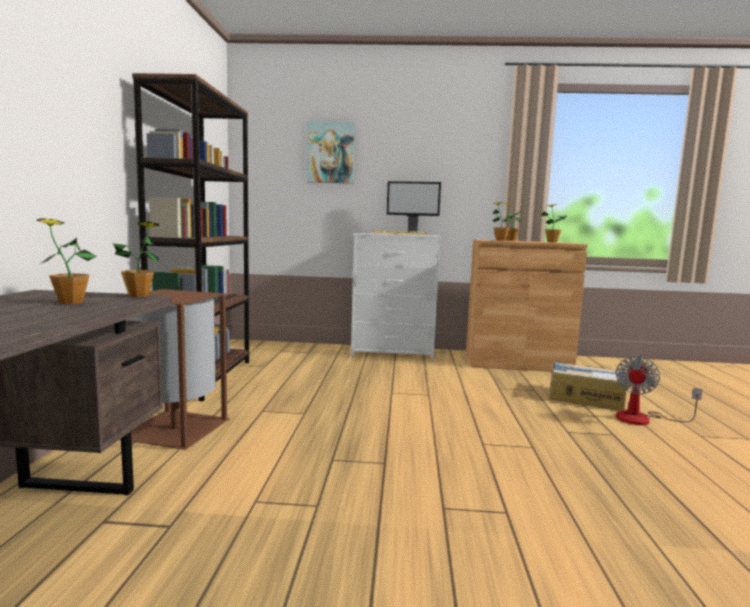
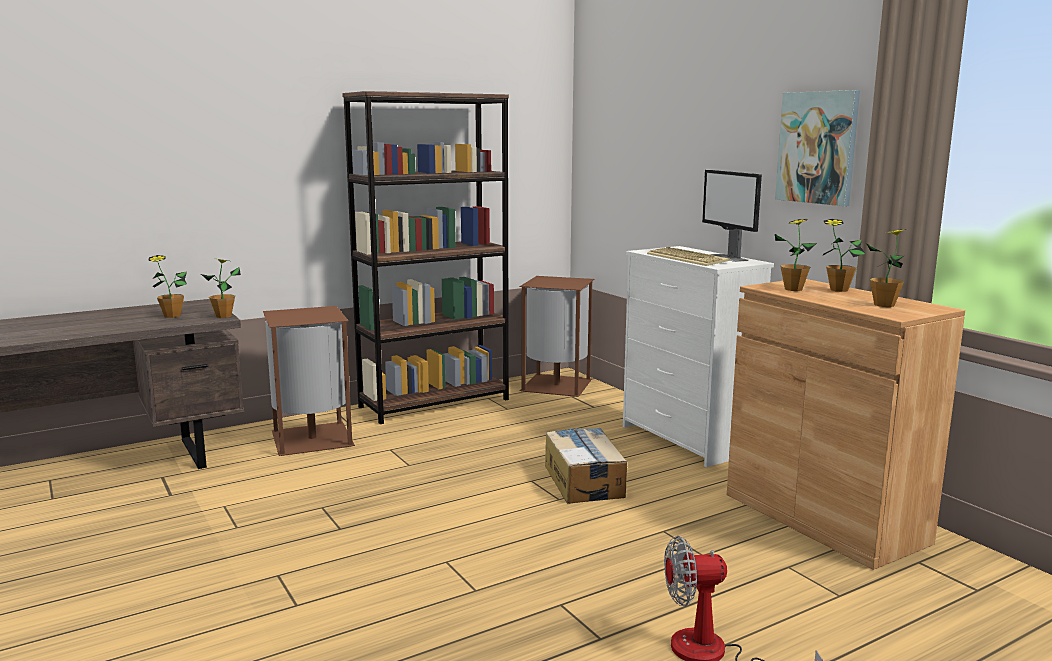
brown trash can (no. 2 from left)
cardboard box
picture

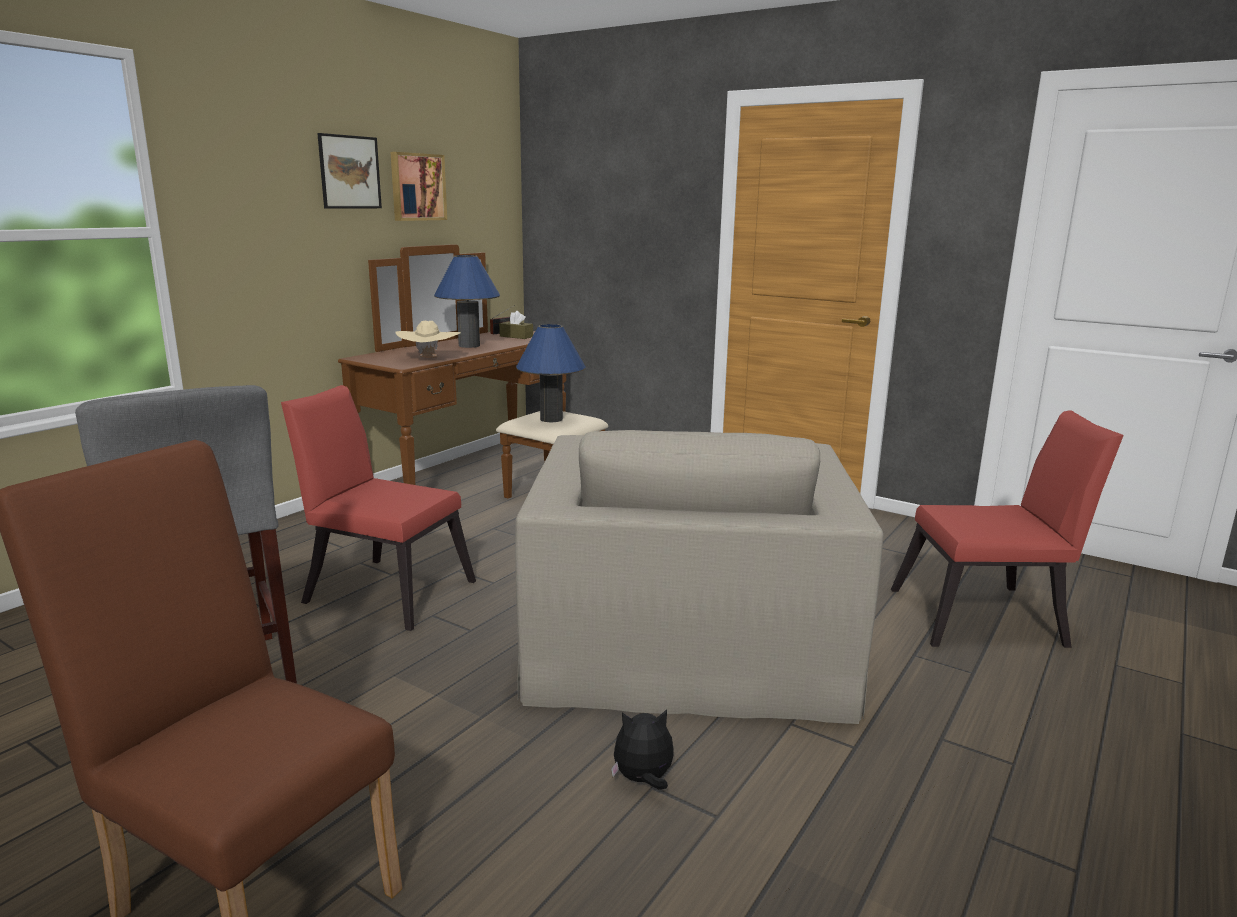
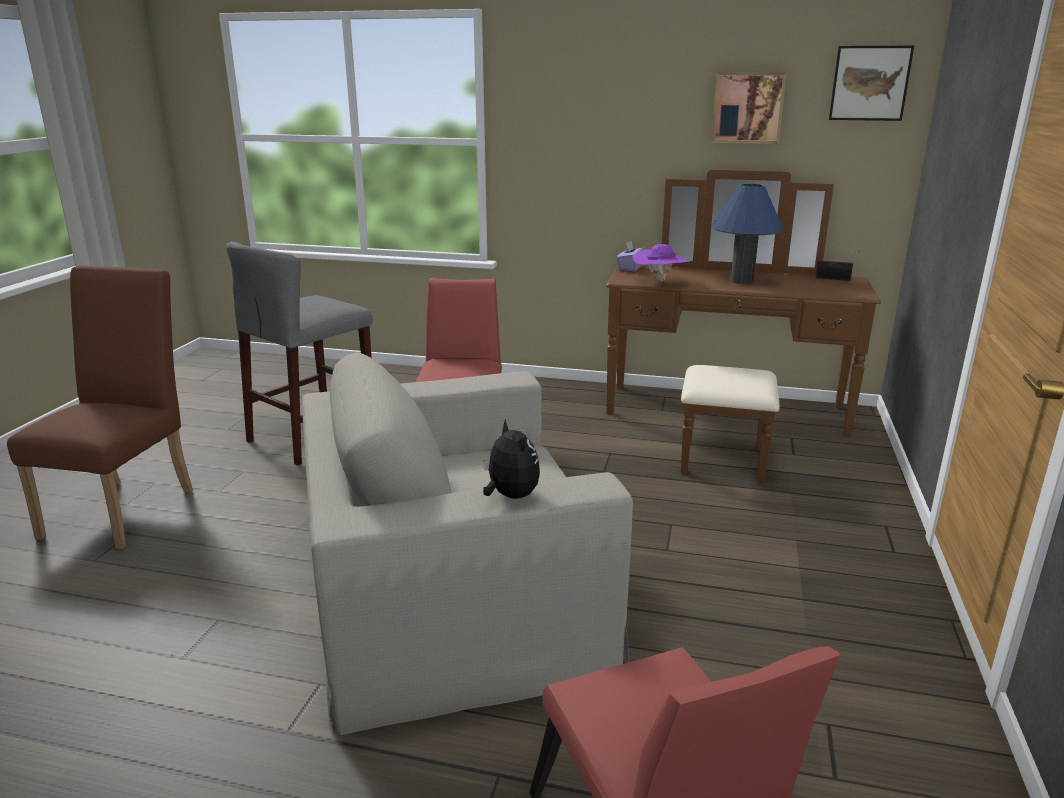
plush toy
purple tissue box
purple hat
picture (no. 2 from left)
brown tissue box
blue table lamp (no. 2 from left in the first image)

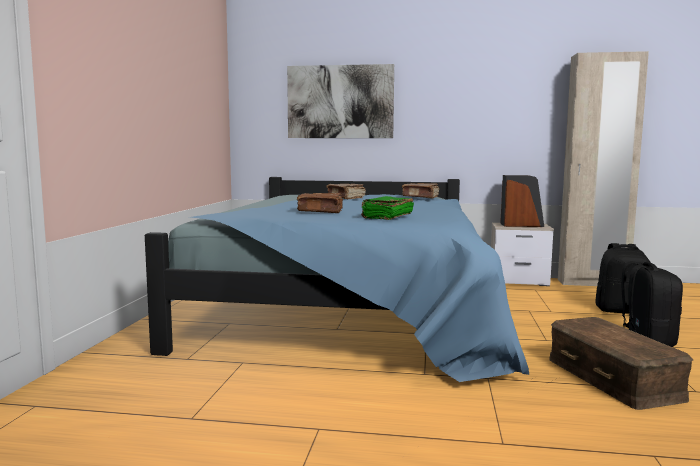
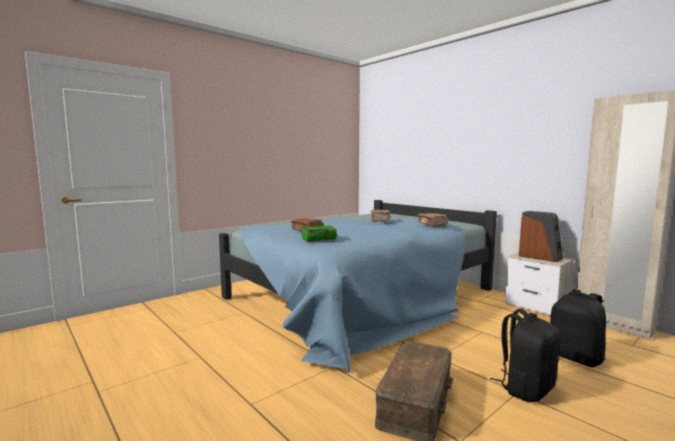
picture

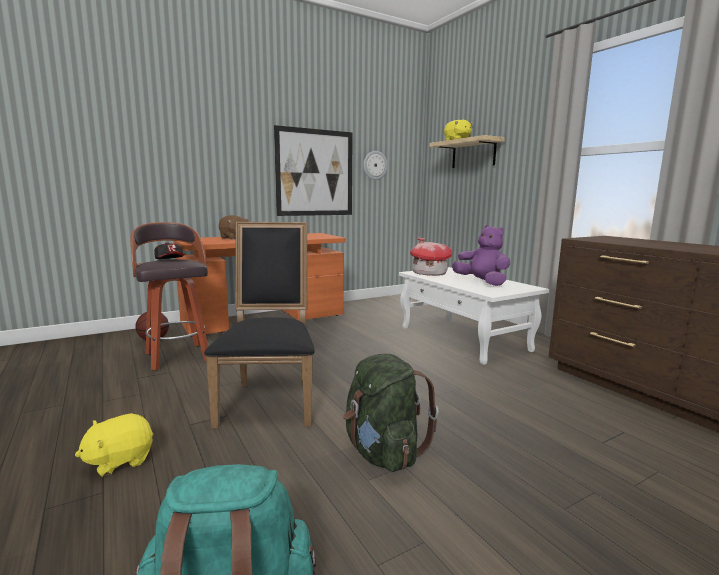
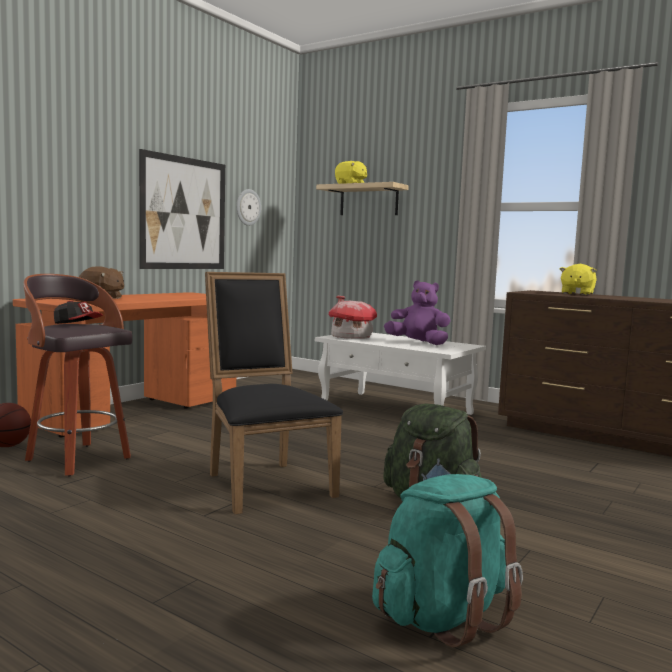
yellow plush toy (no. 2 from left)

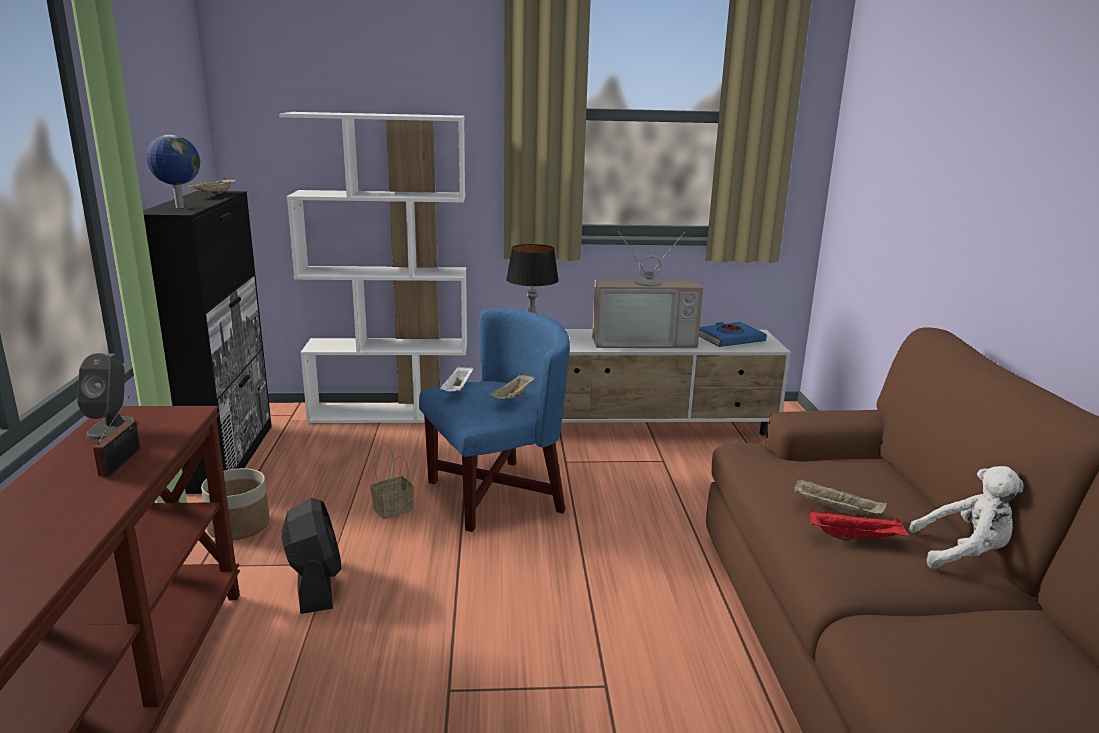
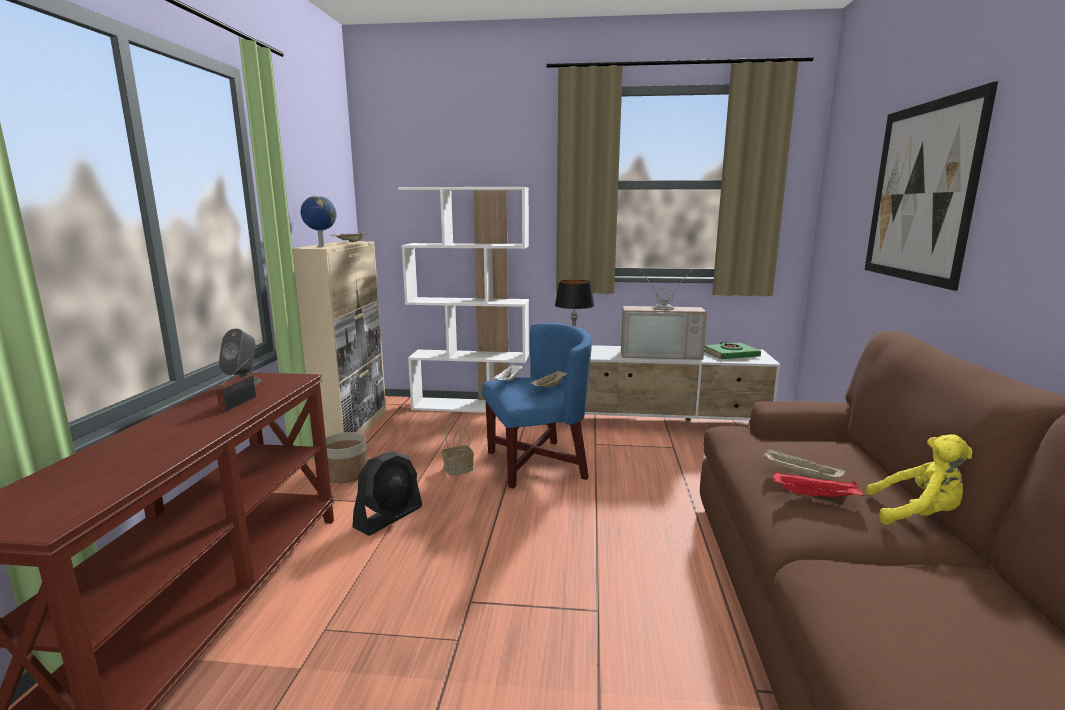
beige cabinet
black fan
green book
picture
yellow plush toy

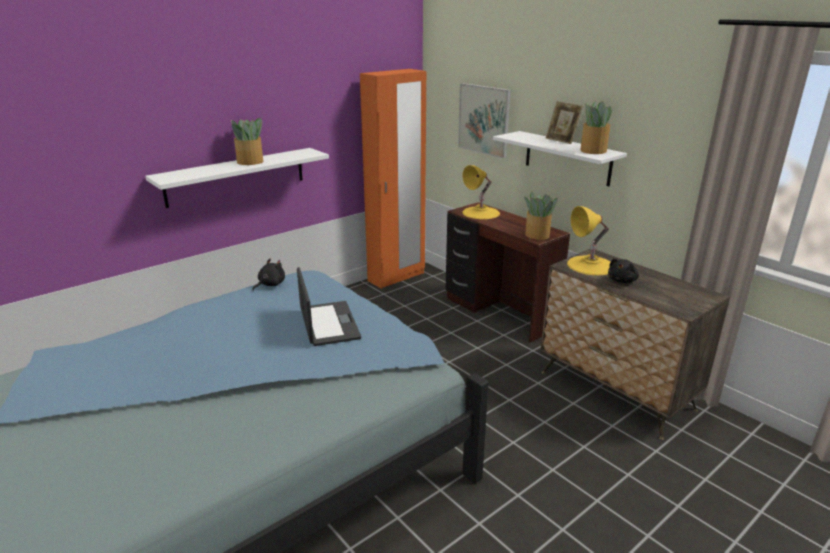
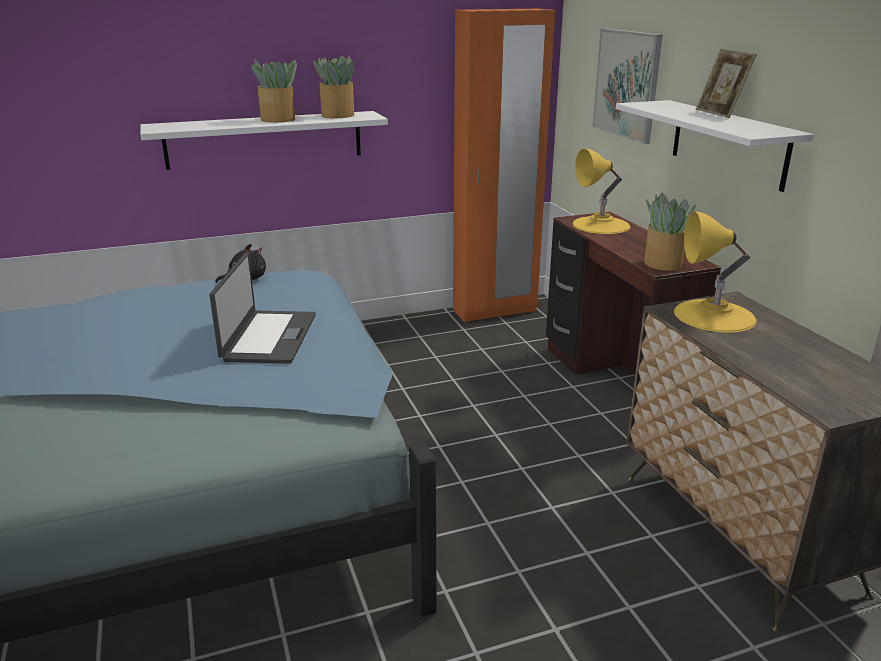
potted plant (no. 2 from left)
black plush toy (no. 2 from left in the first image)

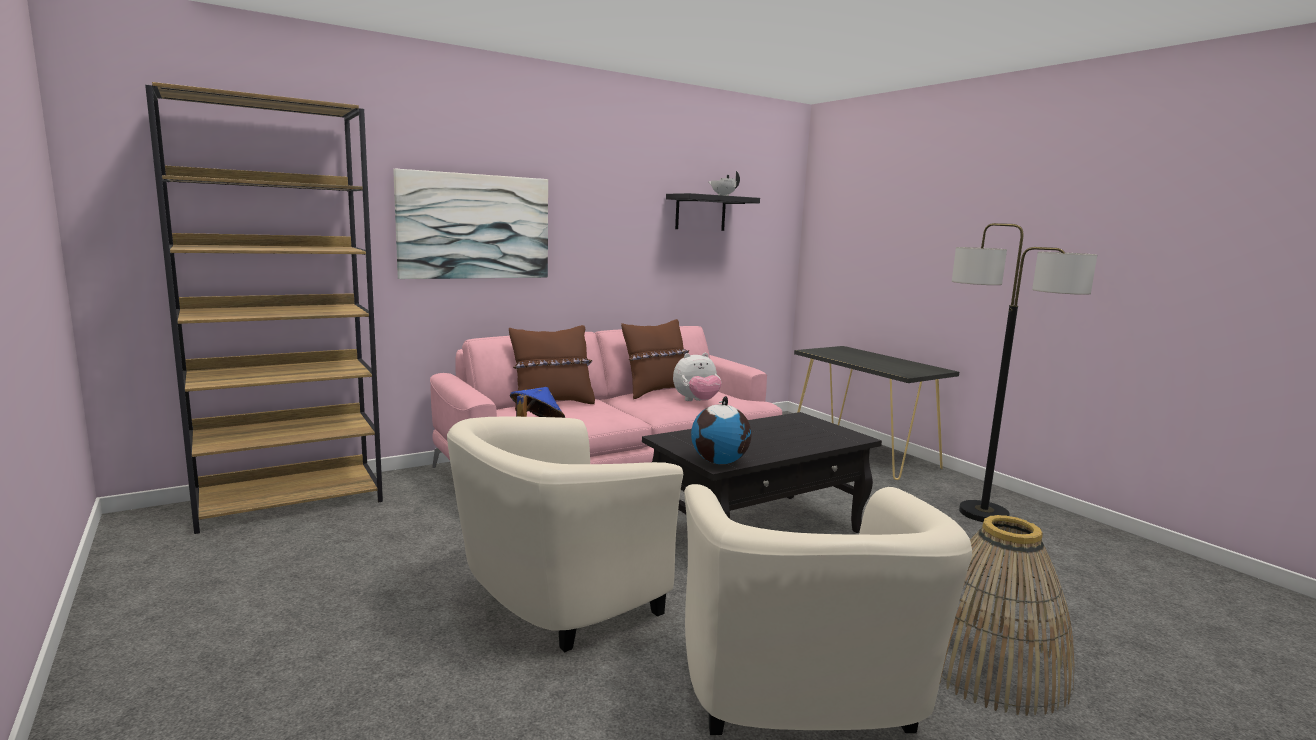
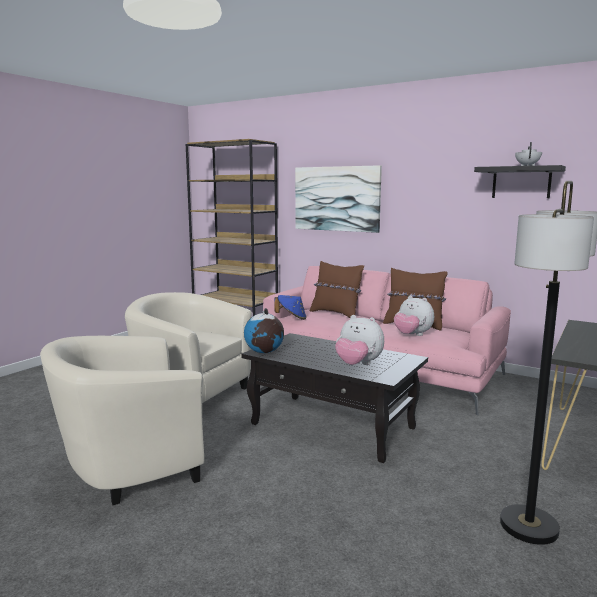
plush toy (no. 1 from left)
basket

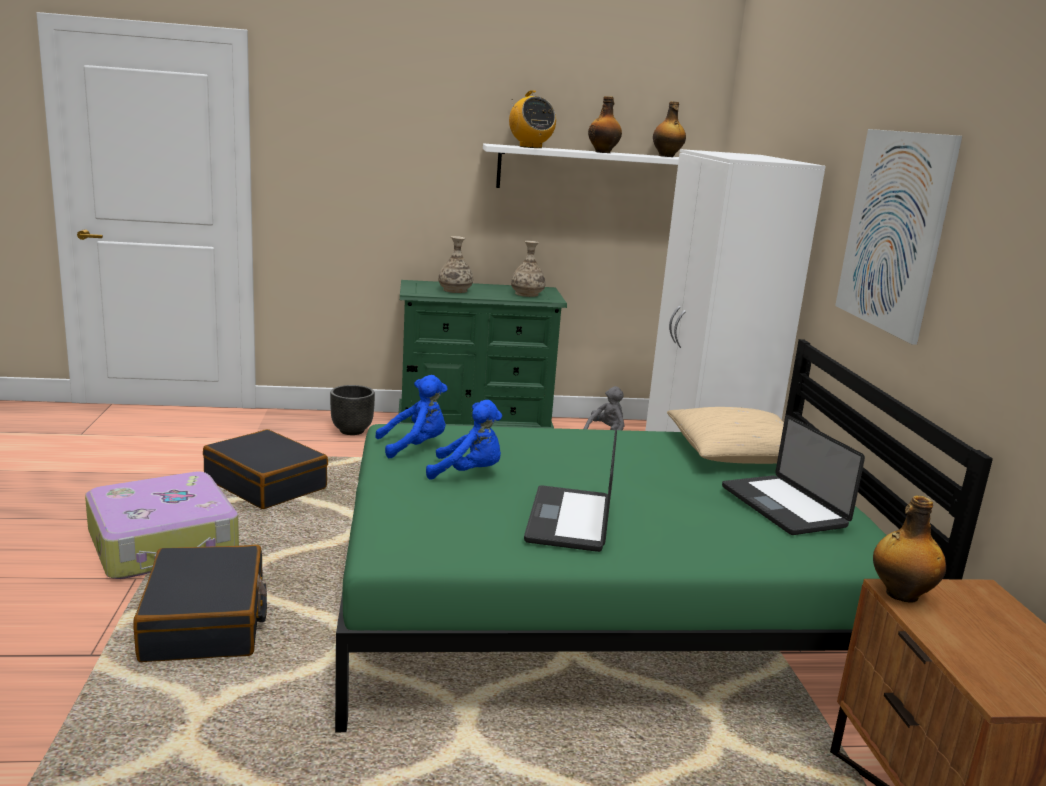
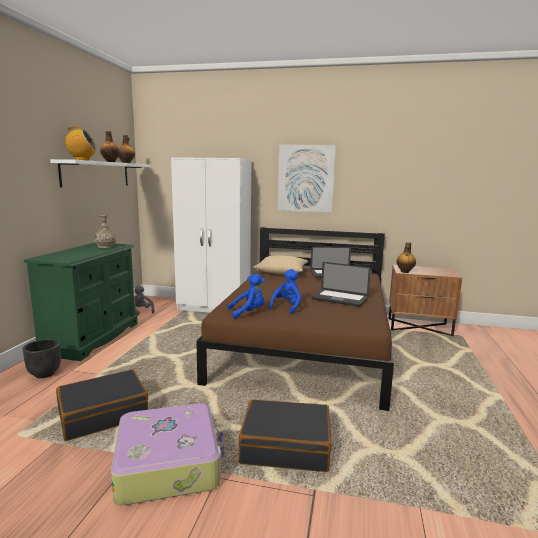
brown bed
blue plush toy (no. 1 from left)
vase (no. 1 from left in the first image)

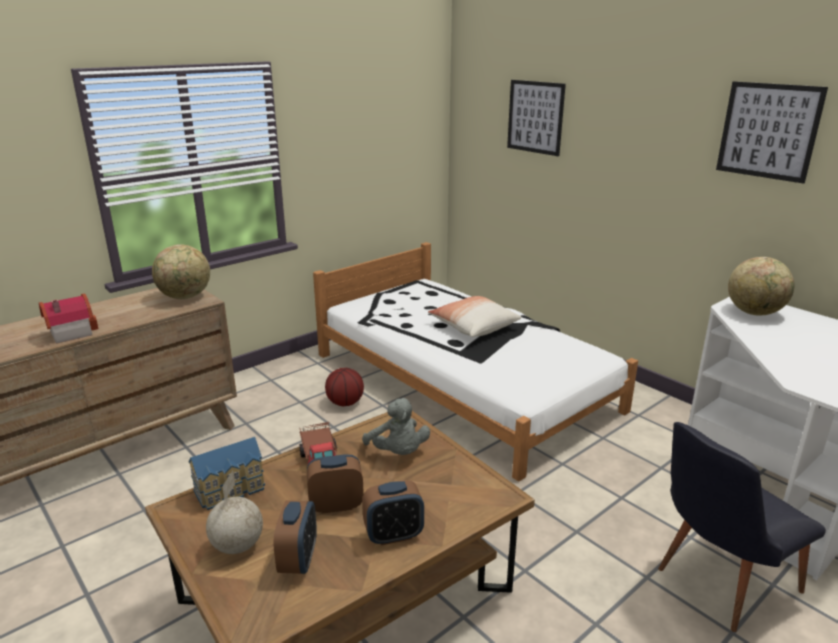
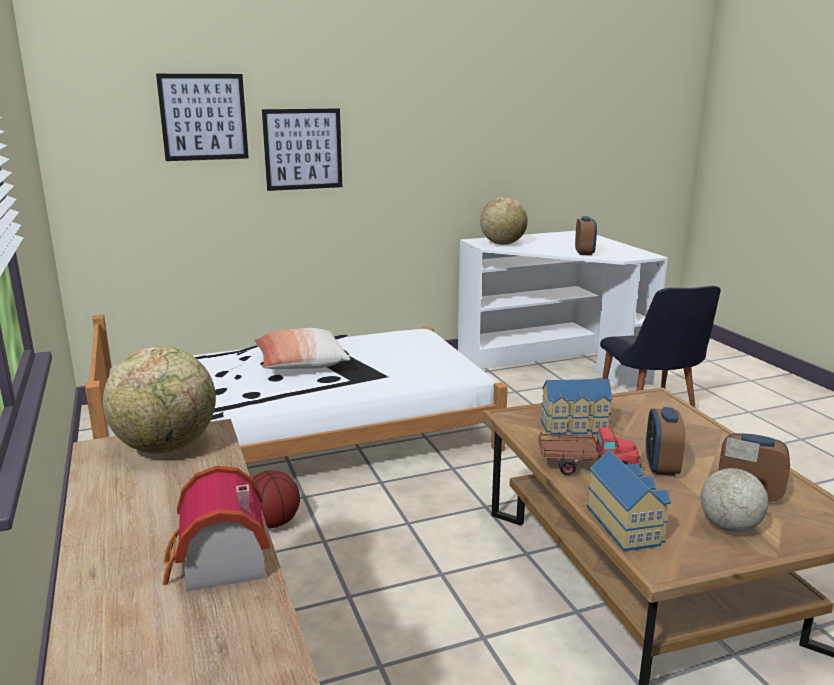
picture (no. 2 from left)
toy house (no. 2 from left)
alarm clock (no. 1 from left)

